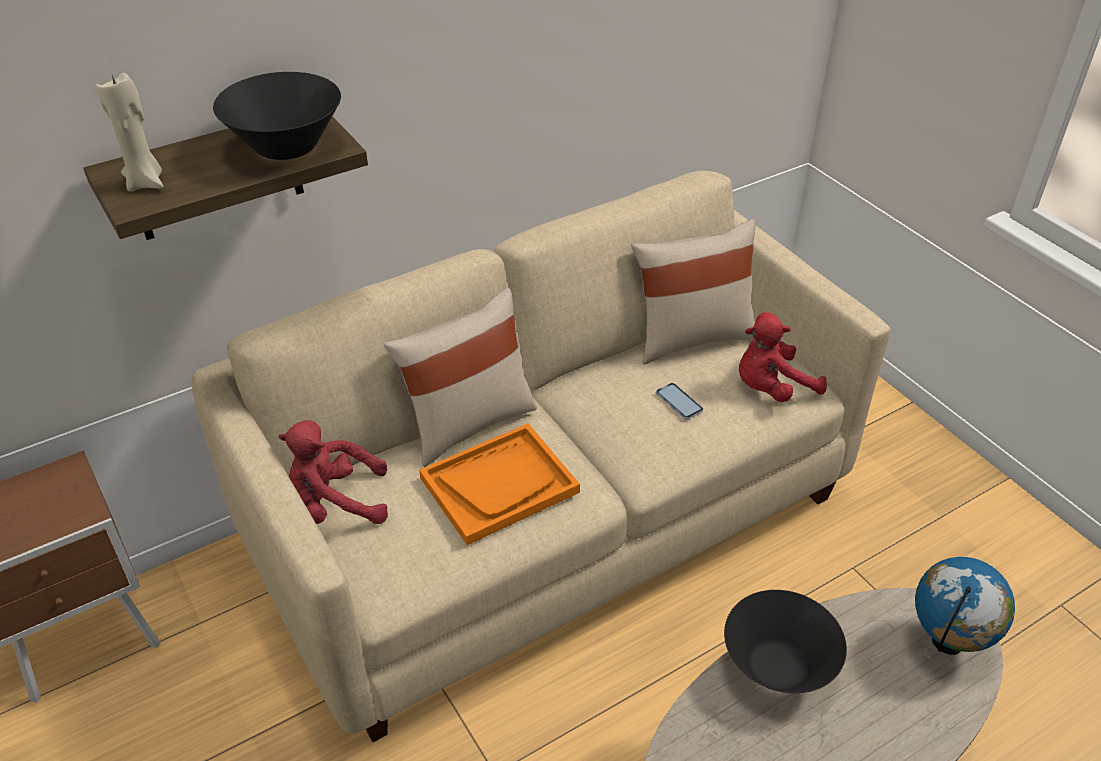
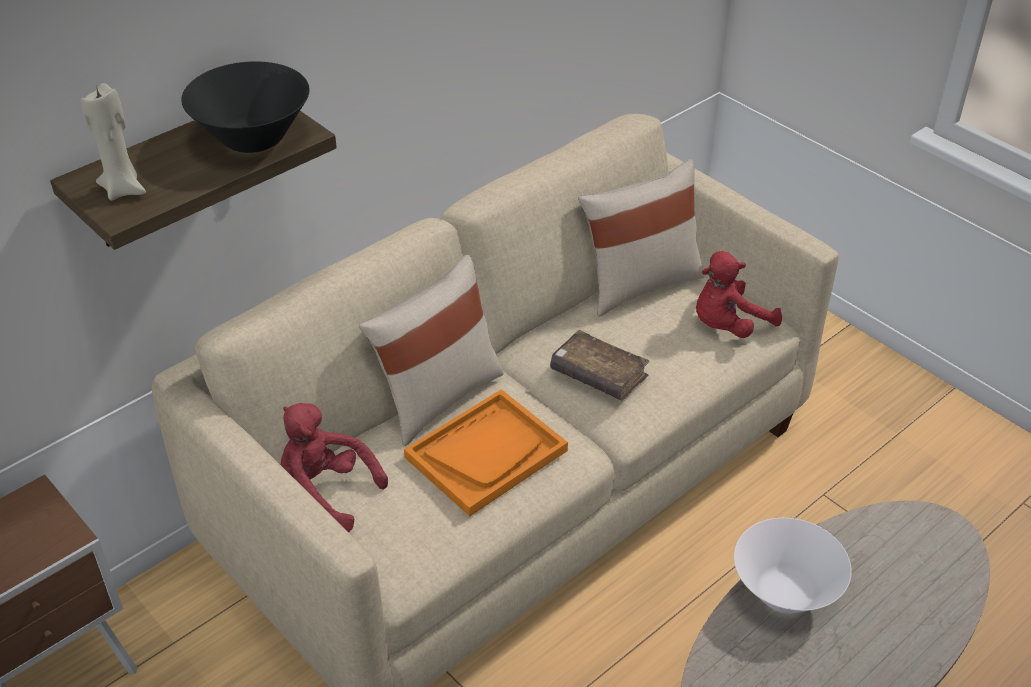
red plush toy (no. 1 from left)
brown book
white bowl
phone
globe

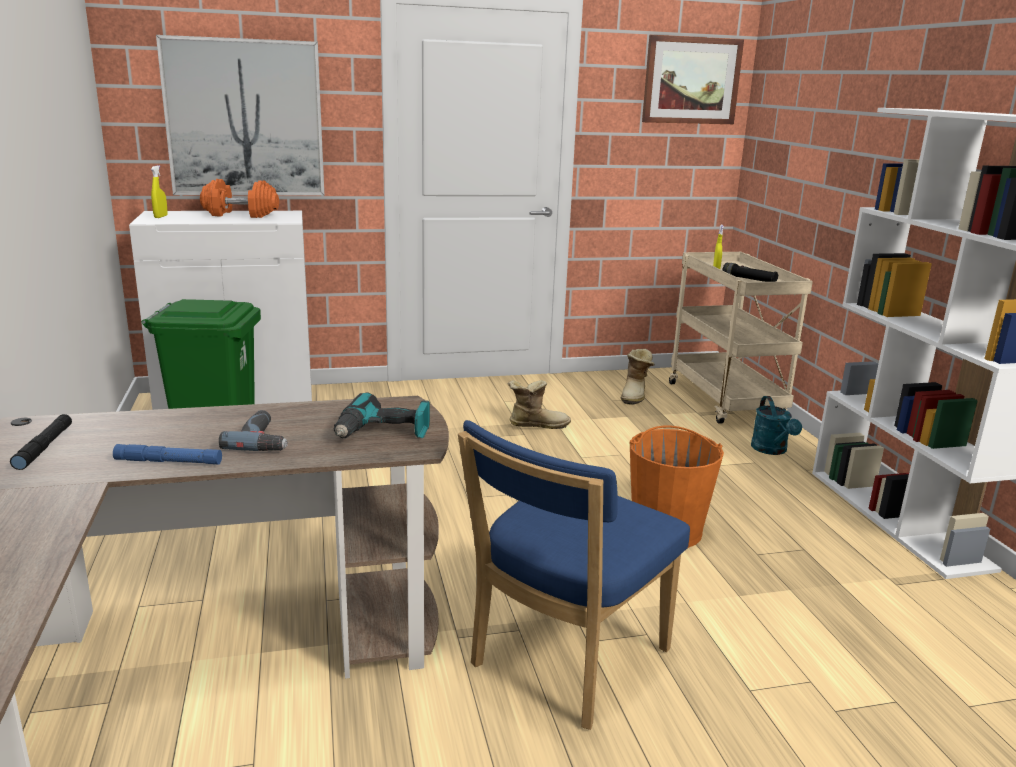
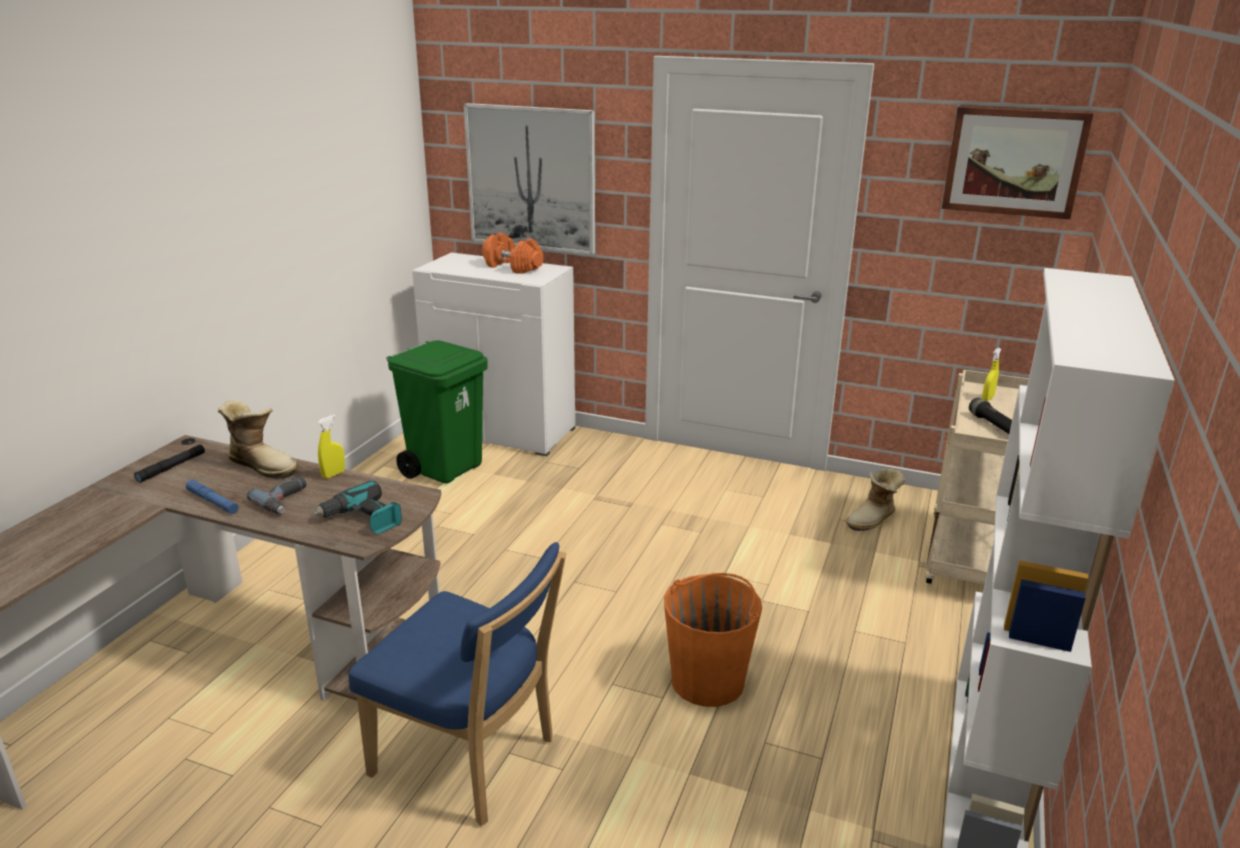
boot (no. 1 from left)
yellow spray bottle (no. 1 from left)
blue chair
turquoise watering can

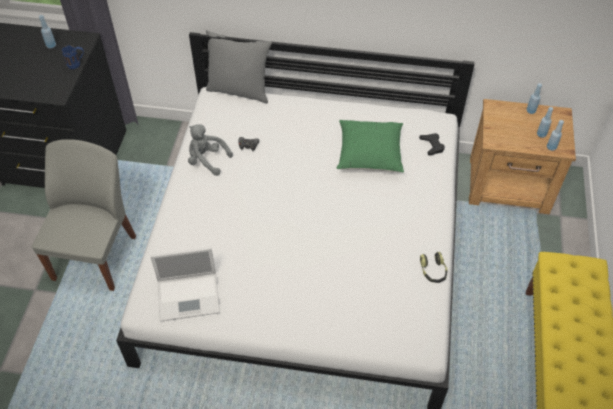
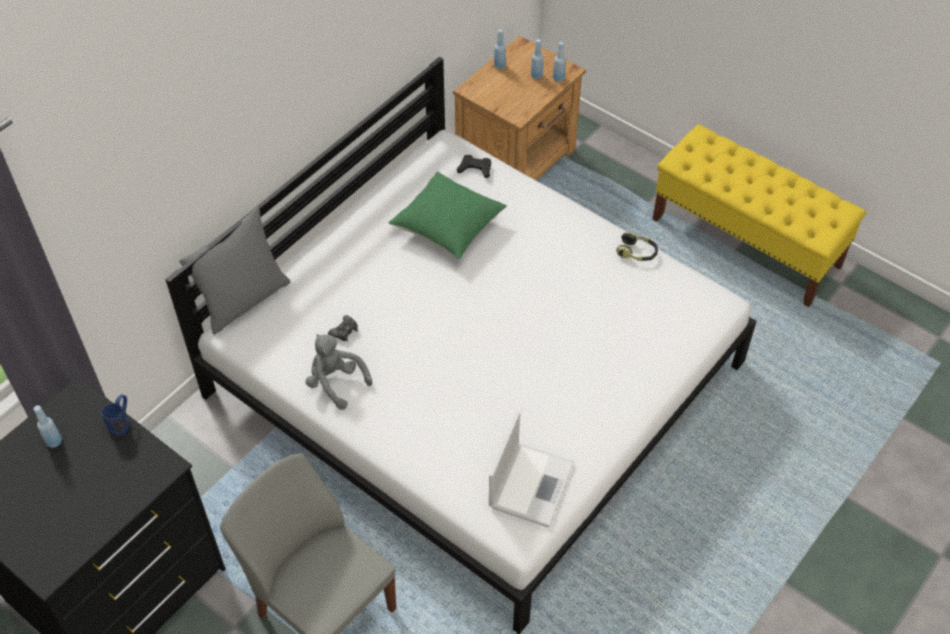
grey plush toy

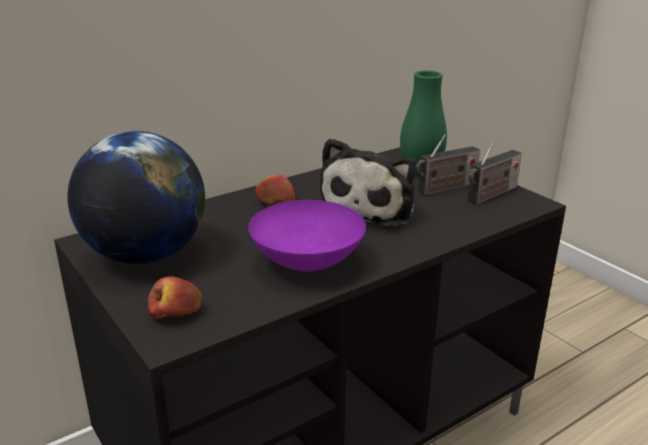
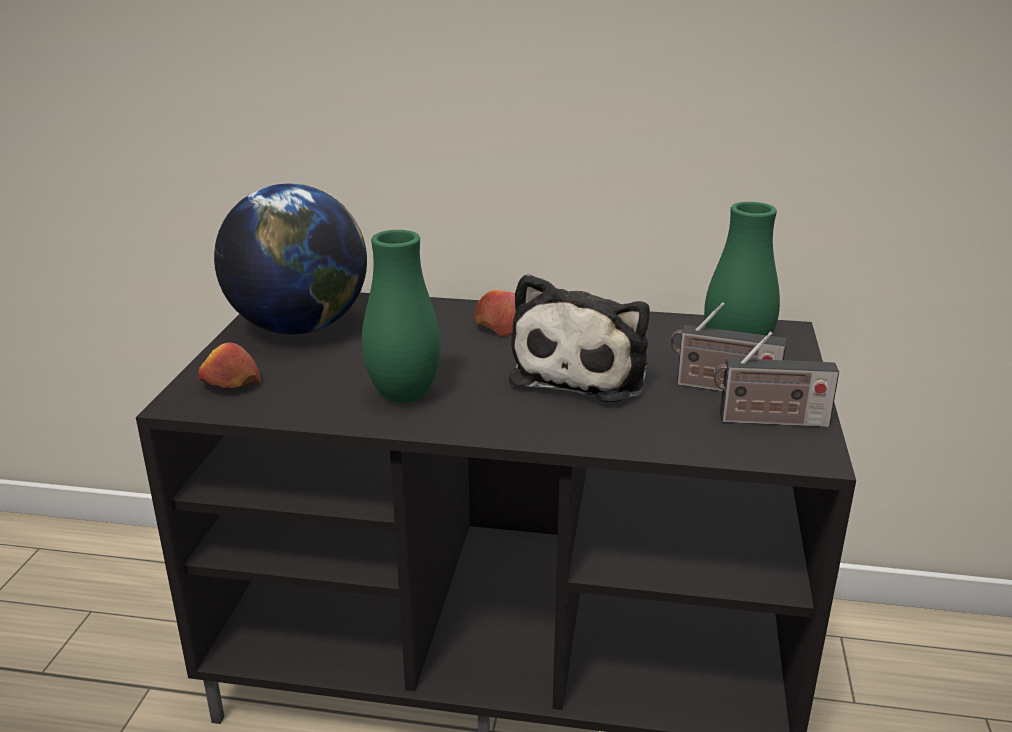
green vase (no. 1 from left)
plush toy

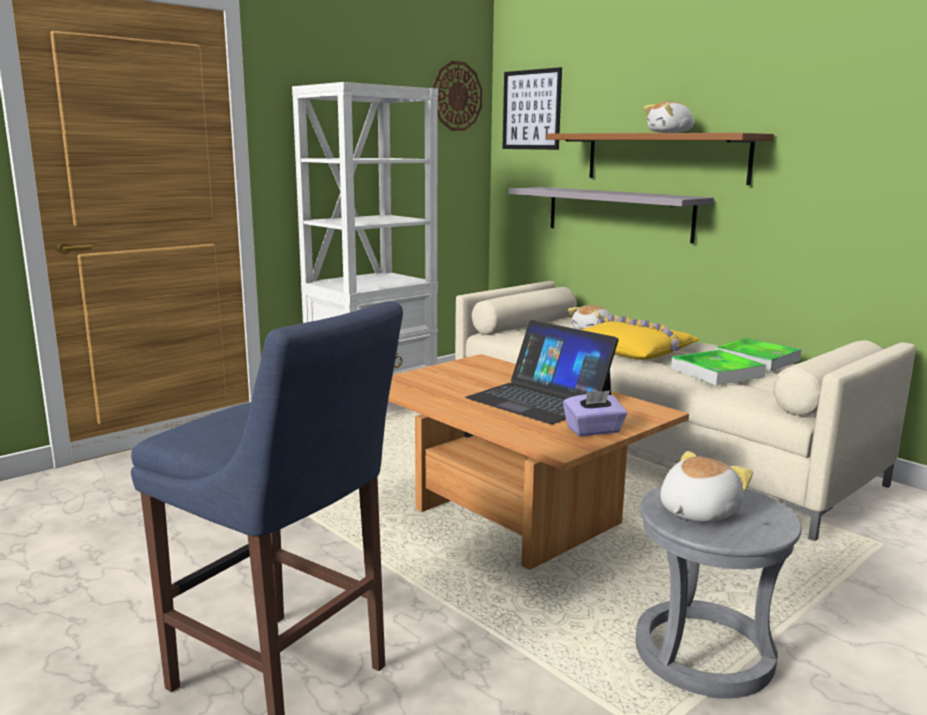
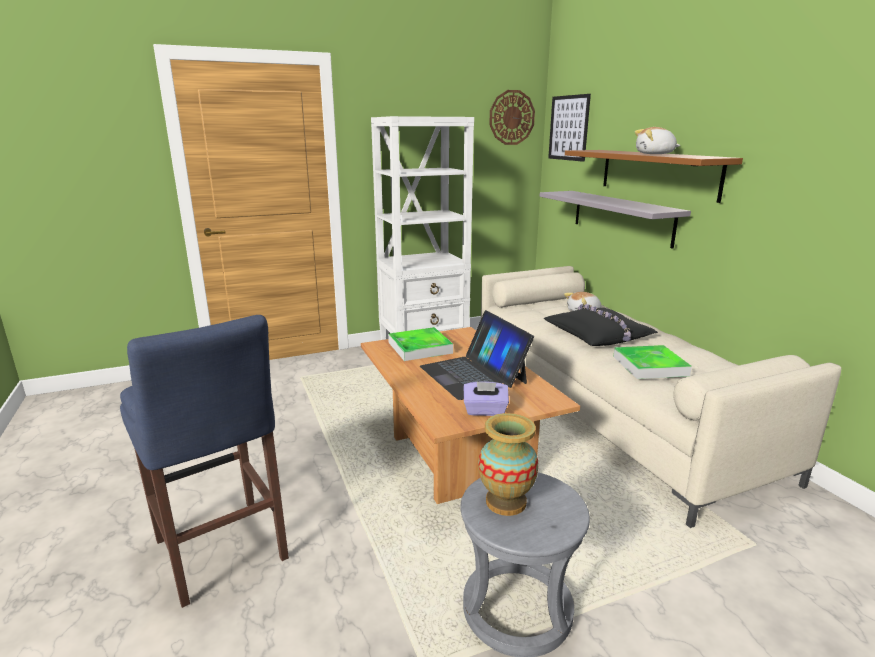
tray (no. 1 from left)
vase
black pillow

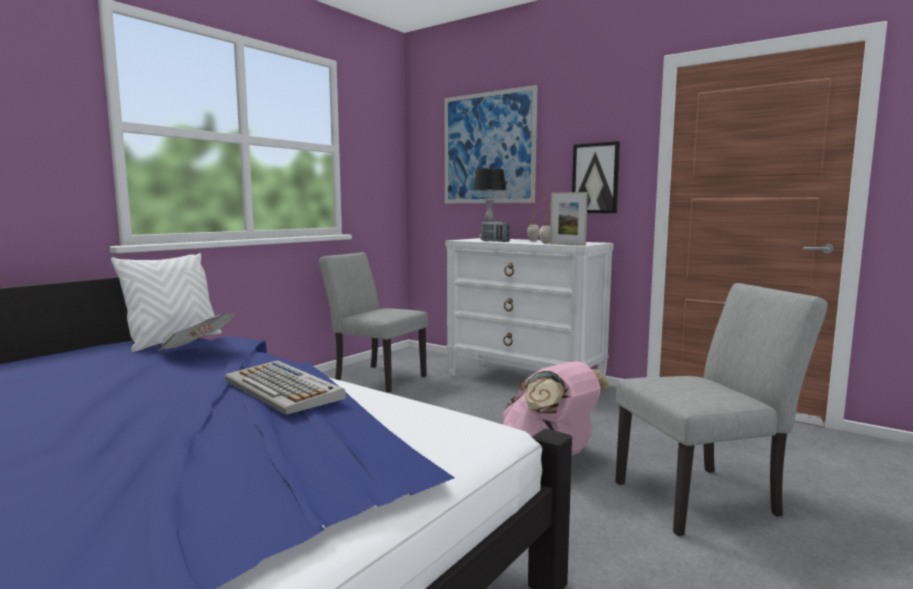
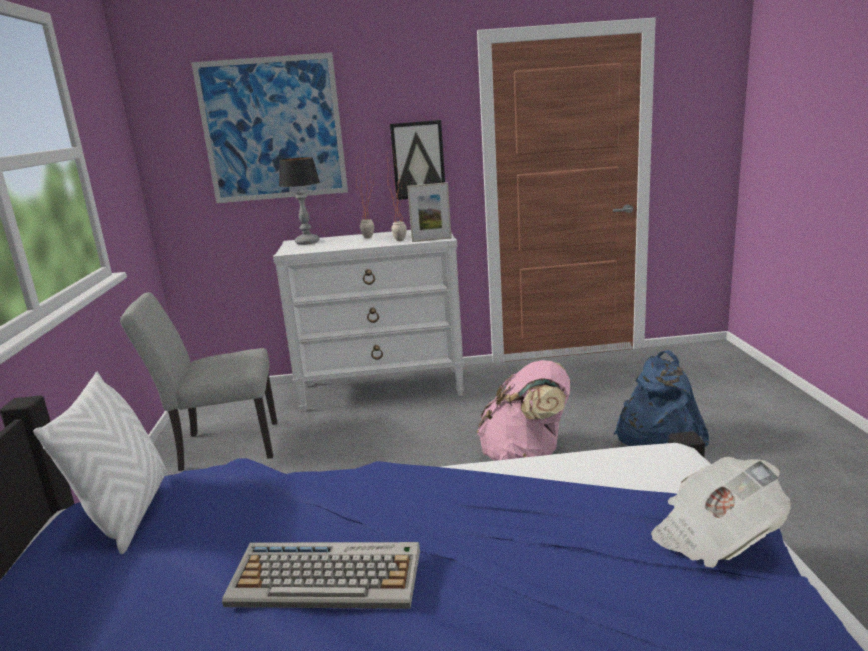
keyboard
blue backpack
newspaper
radio

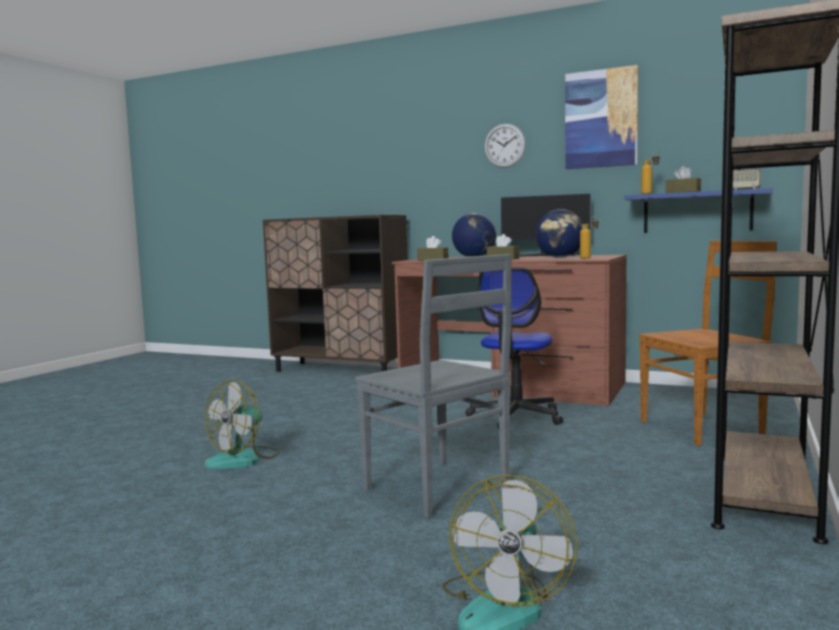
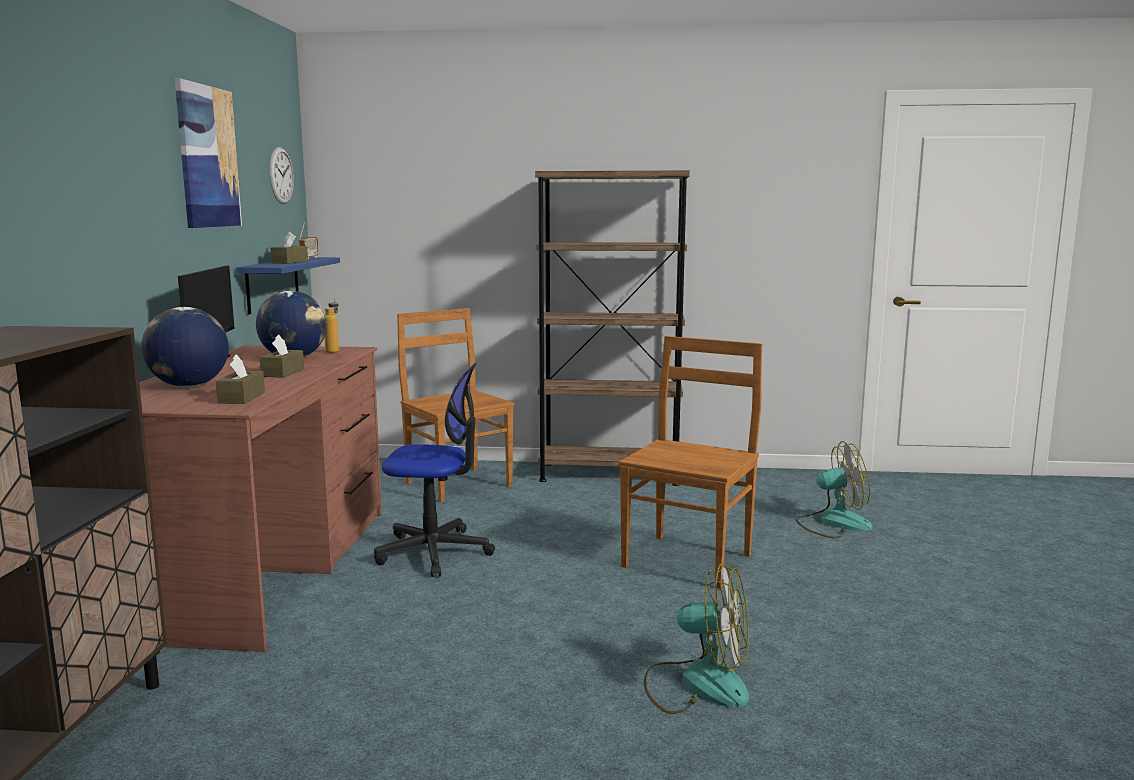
wall clock
brown chair (no. 2 from left)
bottle (no. 2 from left in the first image)

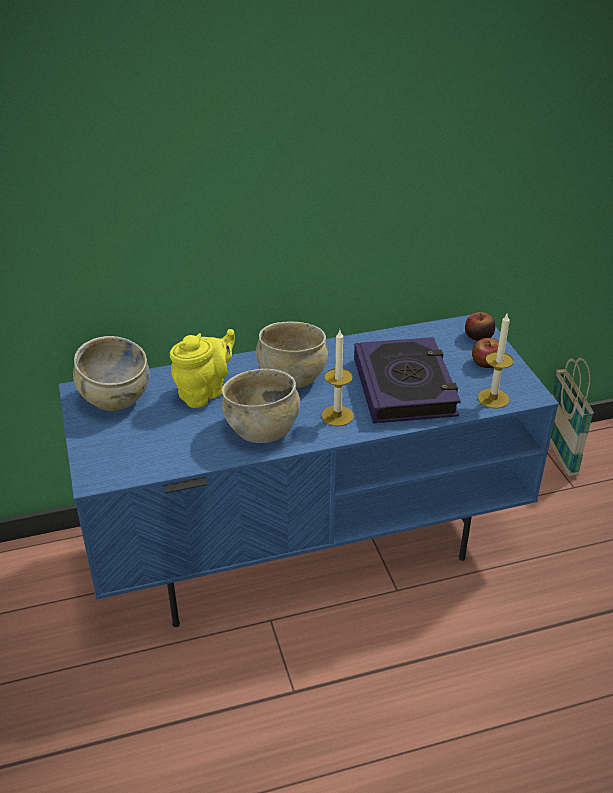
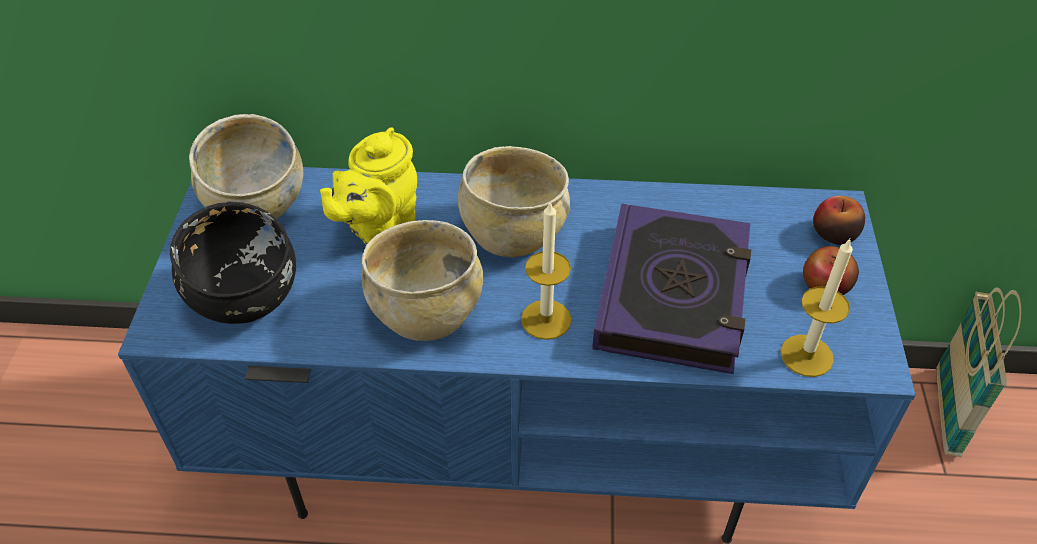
black bowl
yellow teapot

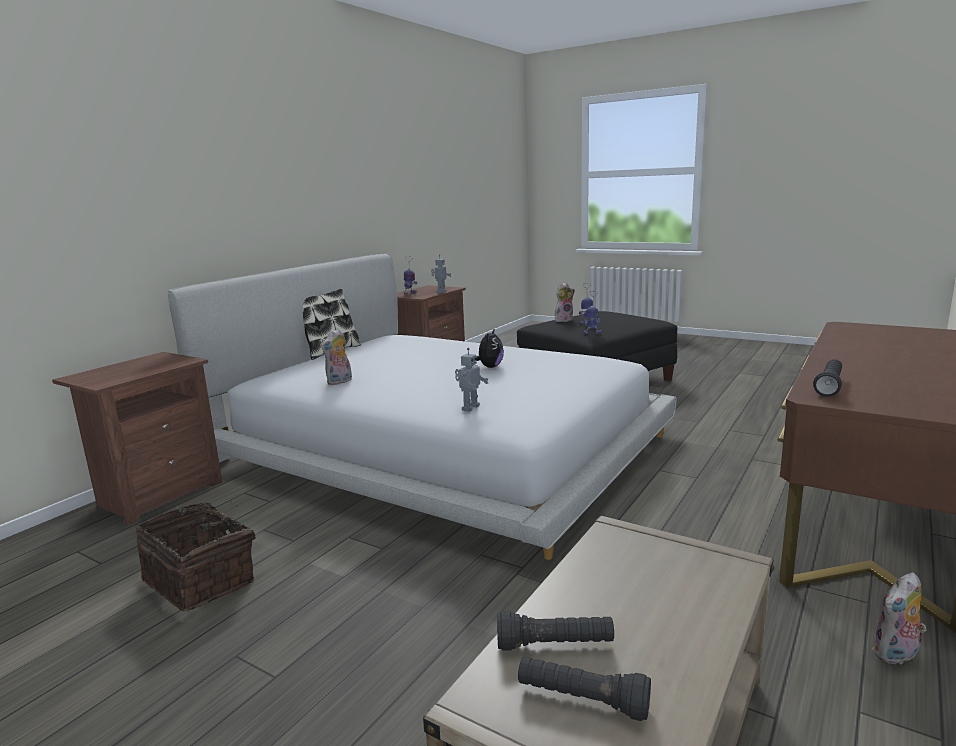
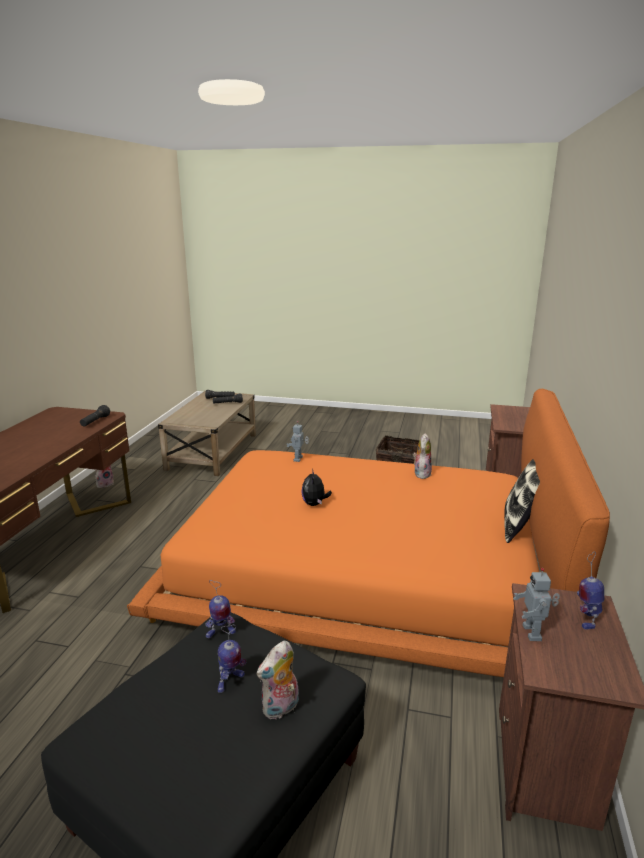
orange bed

